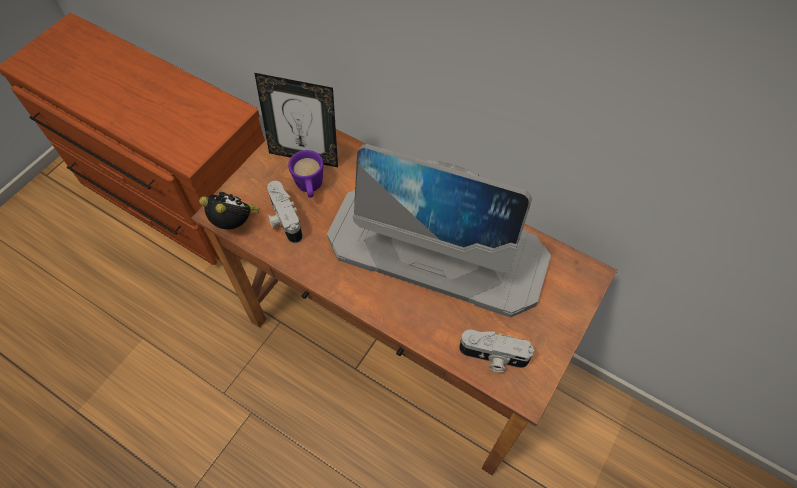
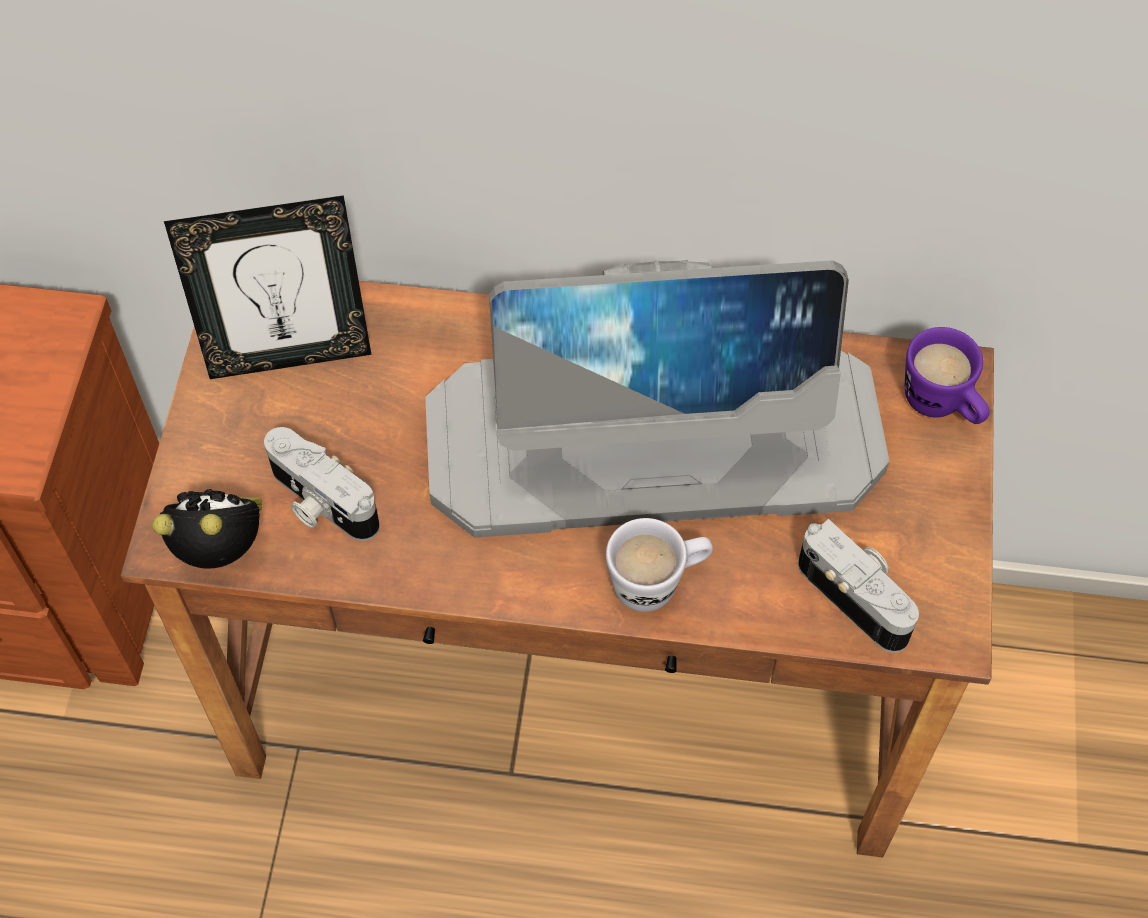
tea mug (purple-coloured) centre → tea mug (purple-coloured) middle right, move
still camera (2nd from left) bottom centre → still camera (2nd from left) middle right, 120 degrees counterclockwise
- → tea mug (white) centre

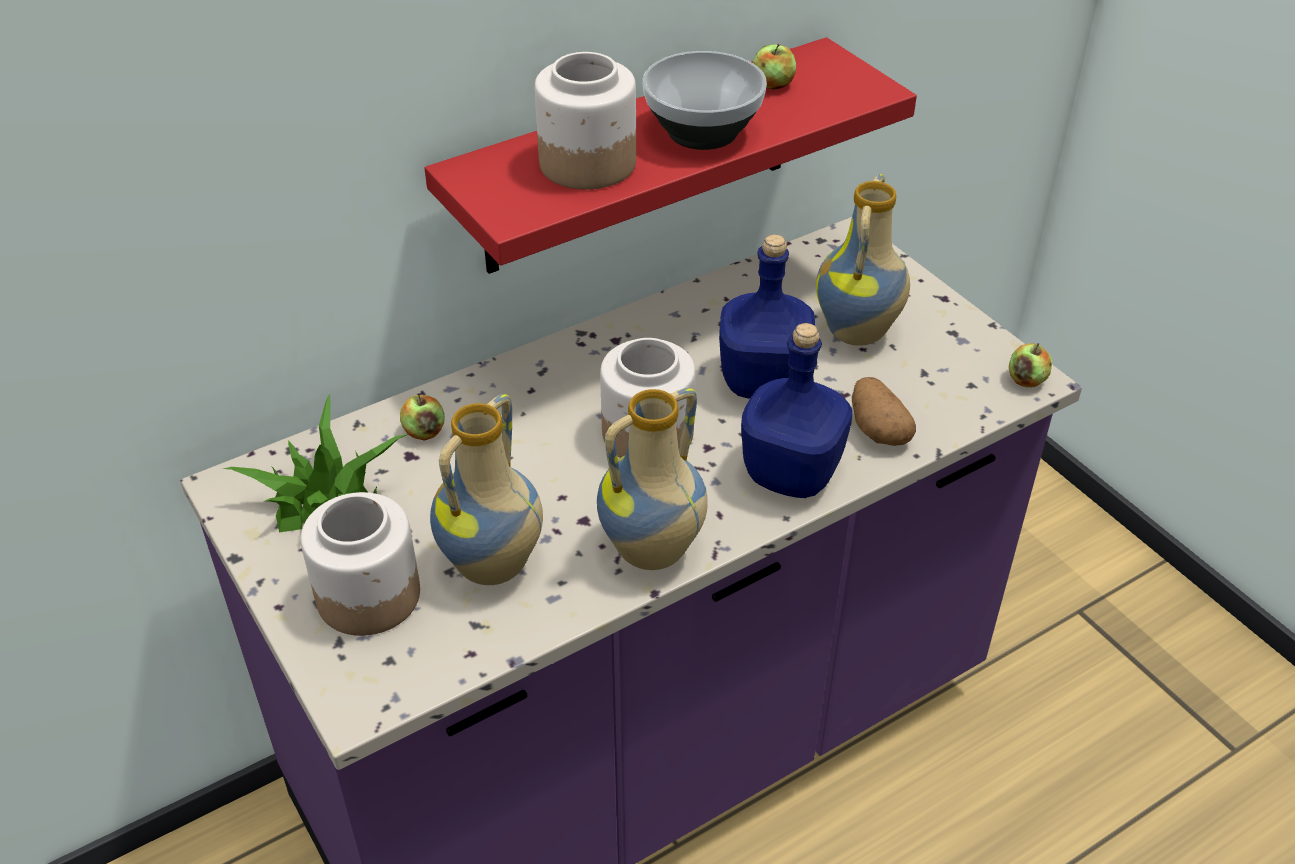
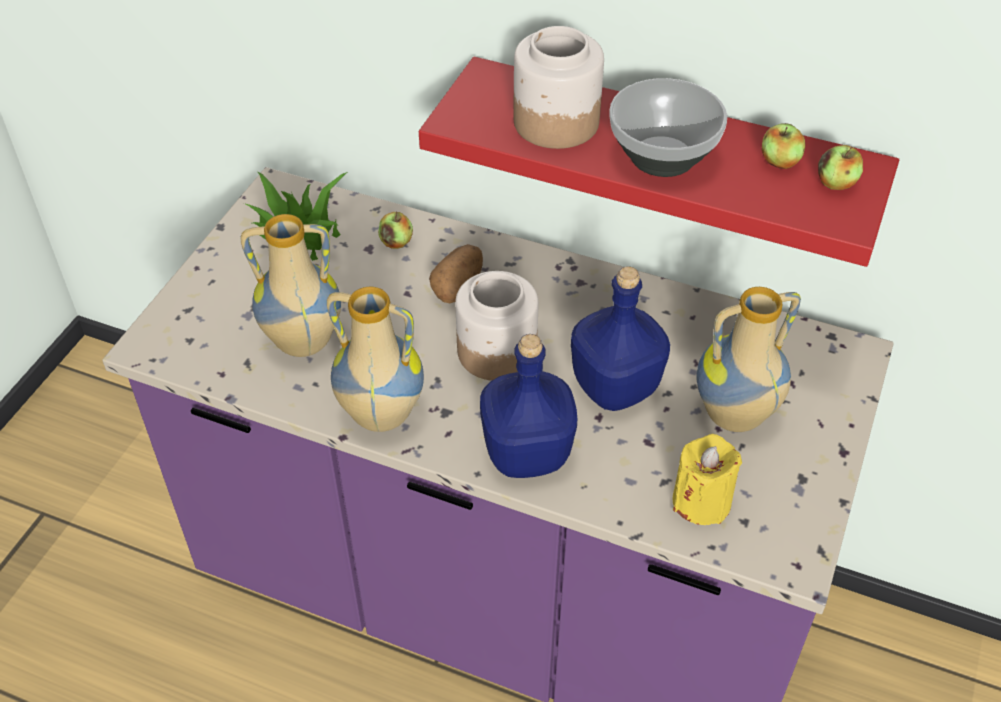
jar (1st from left) middle left → -
whole potato middle right → whole potato centre, move
whole apple (3rd from left) middle right → whole apple (3rd from left) top right, move
- → wax light (yellow-coloured) bottom right

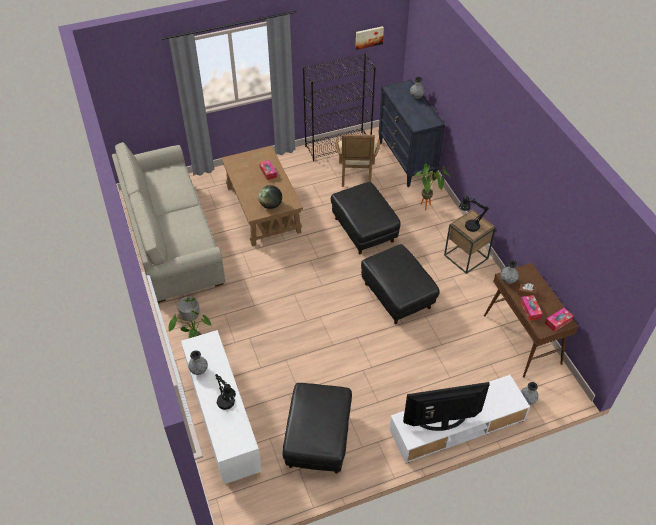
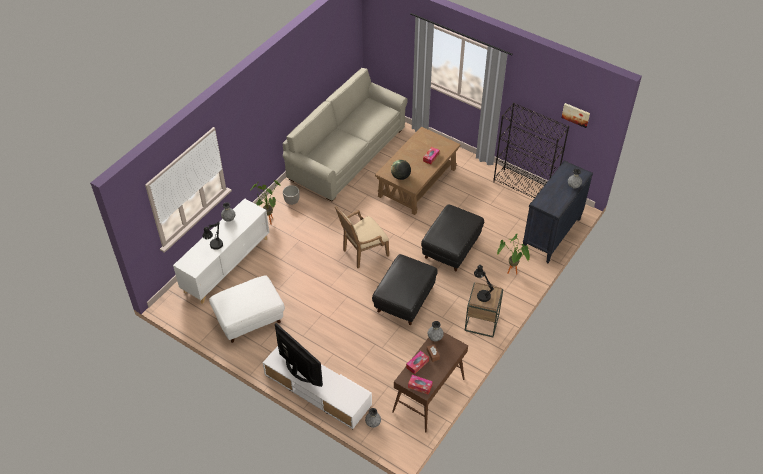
pouffe (black) (1st from left) bottom centre → pouffe (white) middle left
lounge chair (beige) top centre → lounge chair (beige) centre, move

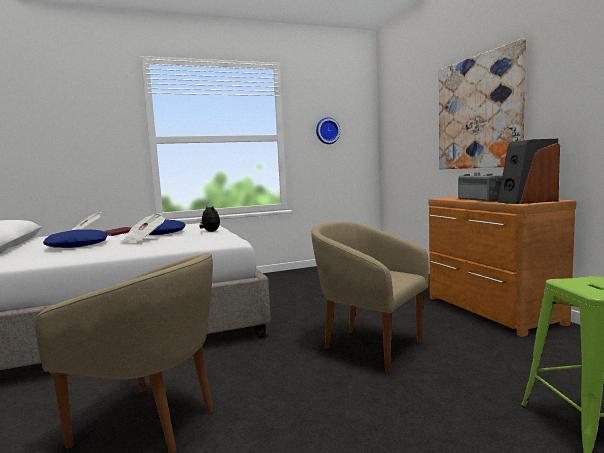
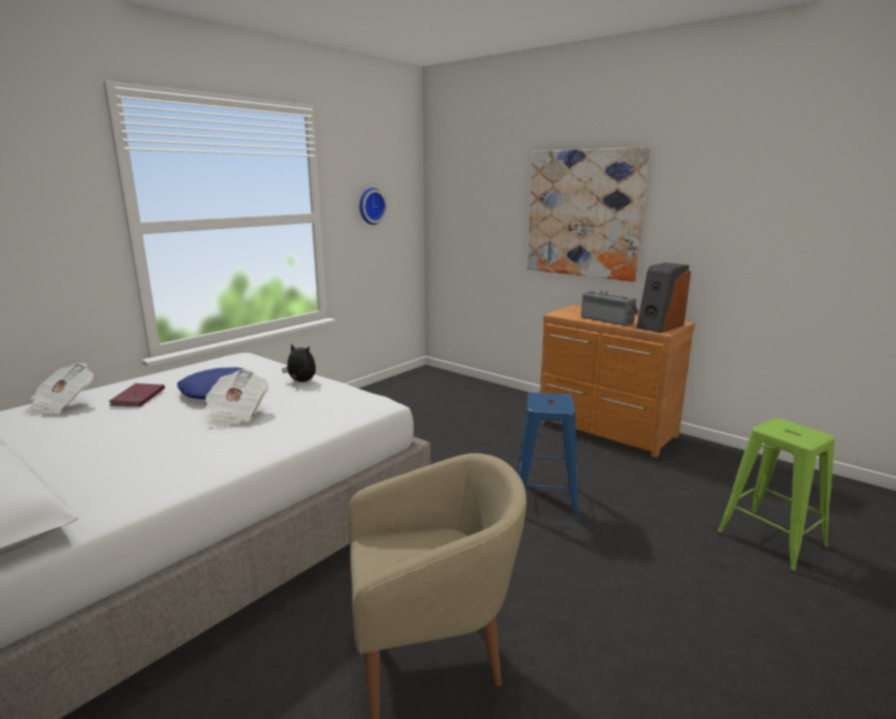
pillow (blue) (1st from left) middle left → -
lounge chair (beige) (2nd from left) centre → sitting stool (blue) centre

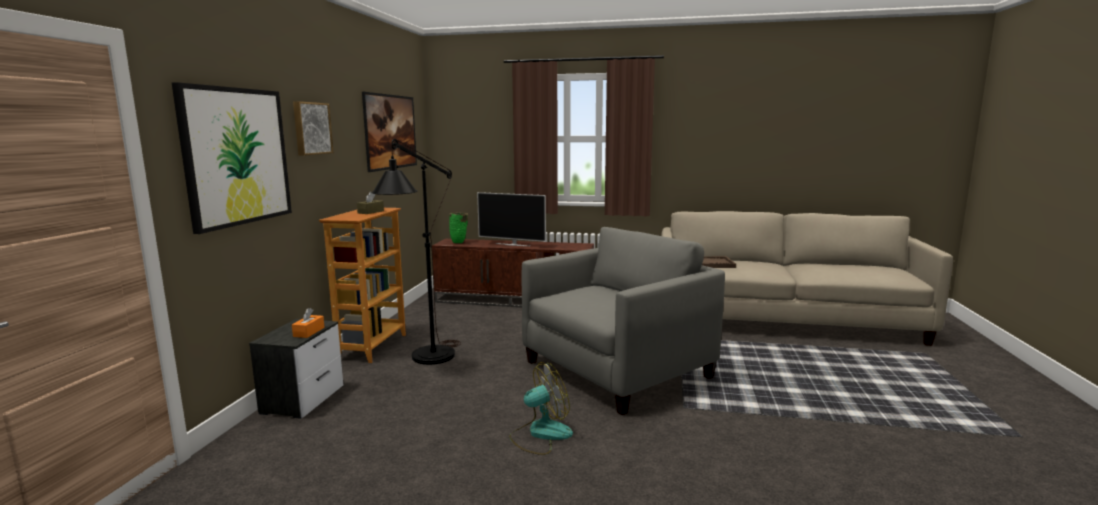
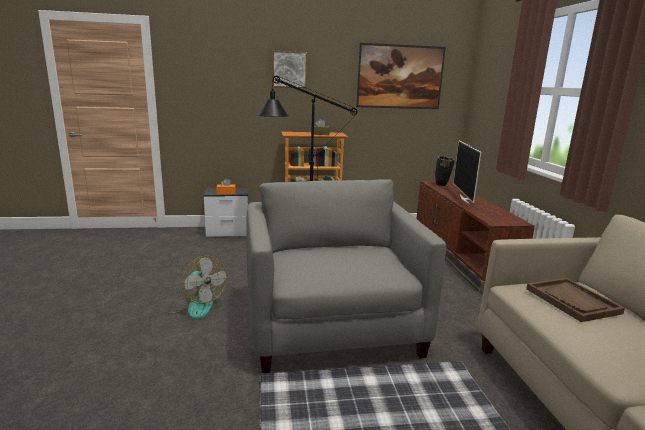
wall art (1st from left) top left → -
vase (green-coloured) centre → vase (black) middle right
lounge chair (gray) centre, 135 degrees counterclockwise

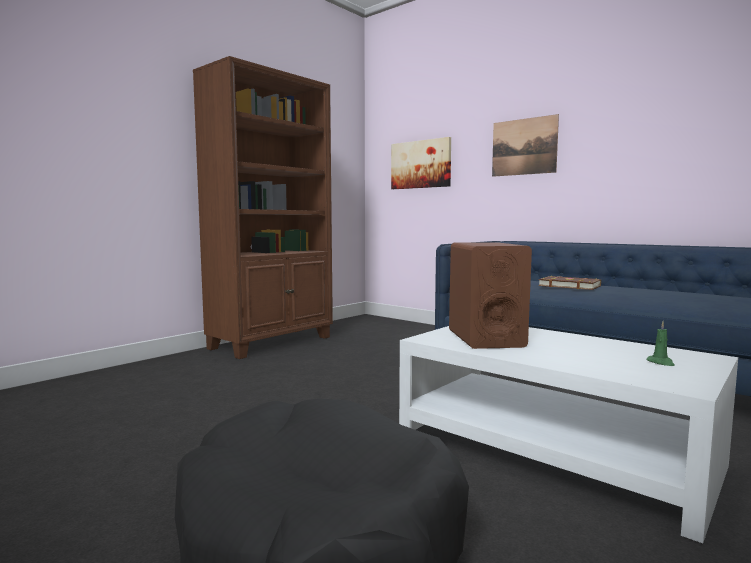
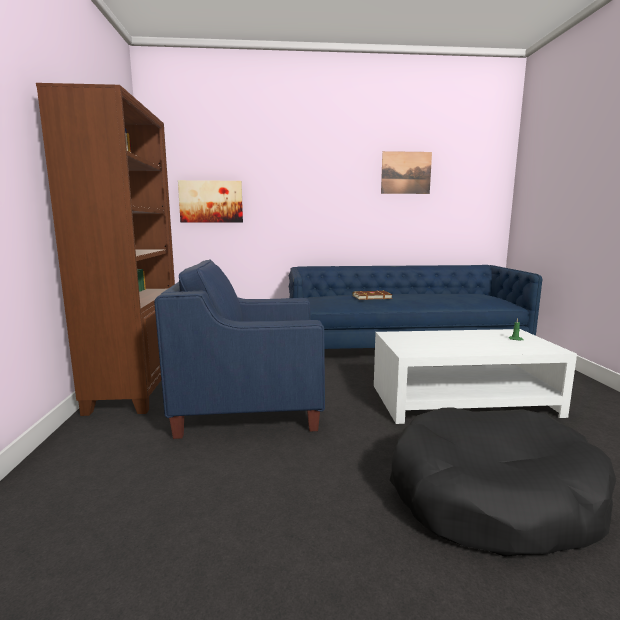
speaker (brown) centre → -
wall art (2nd from left) top right → wall art (2nd from left) top centre, move
- → lounge chair (blue) centre

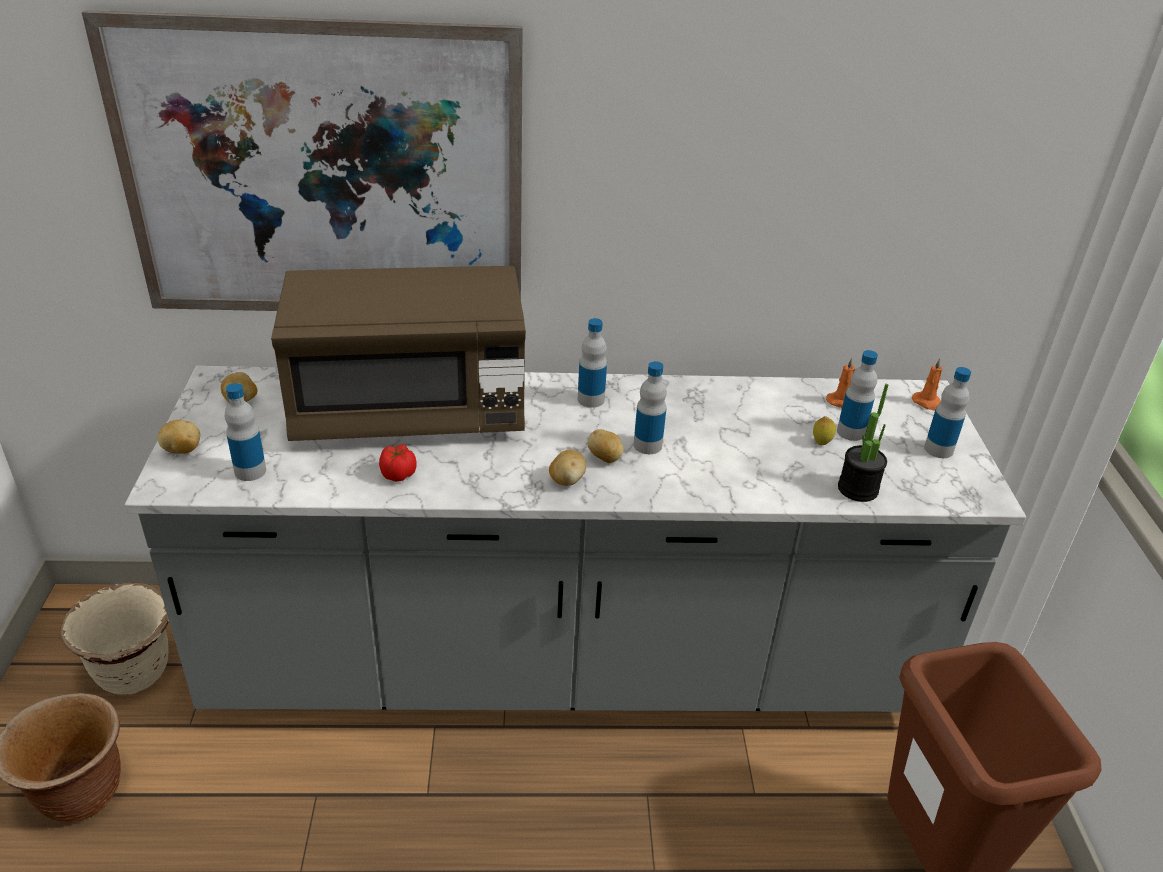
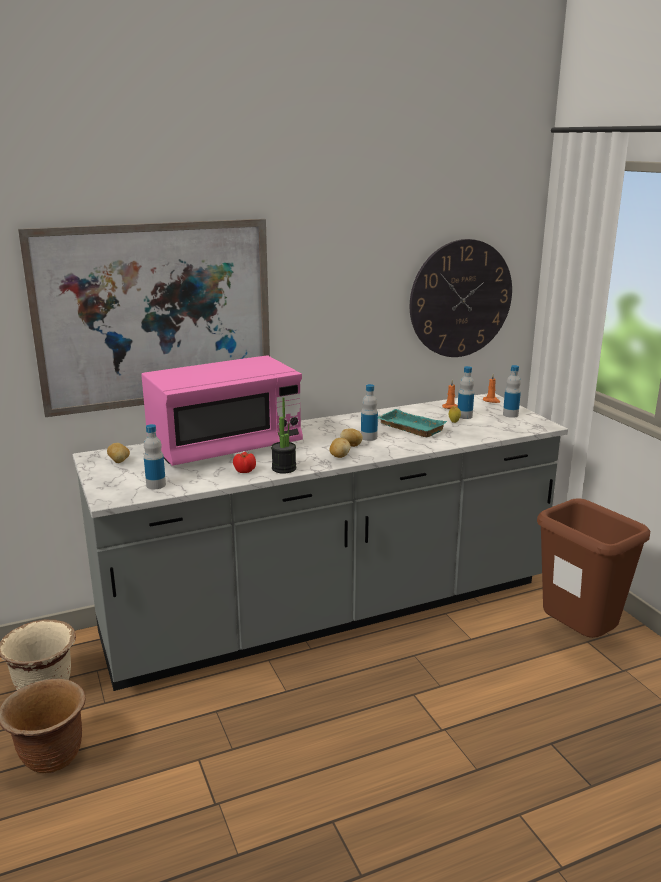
whole potato (1st from left) middle left → -
kitchen microwave (brown) centre → kitchen microwave (pinkish) centre
beverage bottle (2nd from left) centre → -
plant in a pot middle right → plant in a pot centre, move
- → tray (turquoise-coloured) centre
- → hanging clock middle right

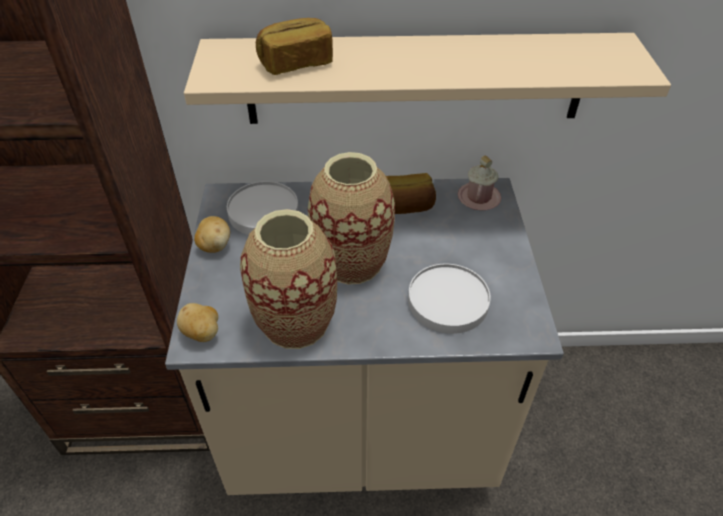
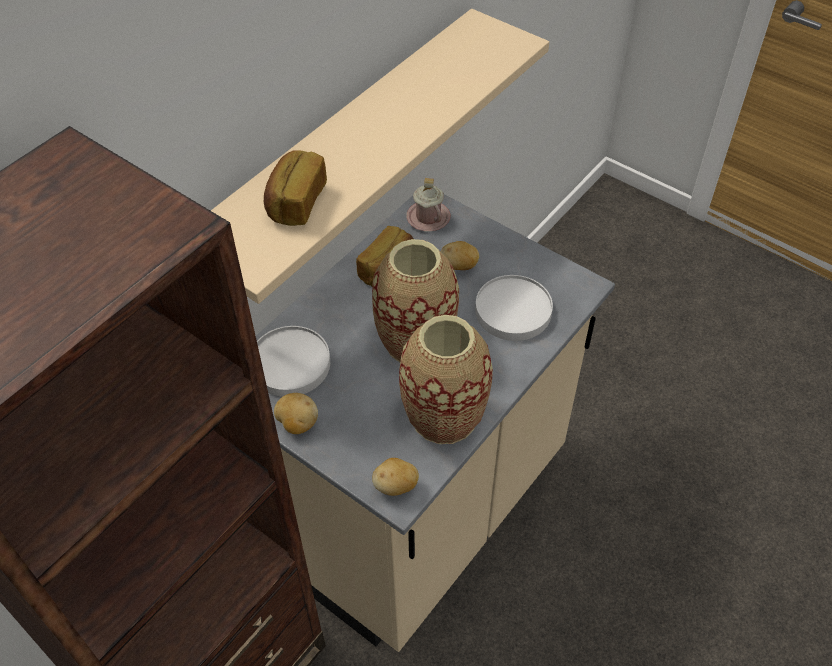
- → whole potato (3rd from left) centre

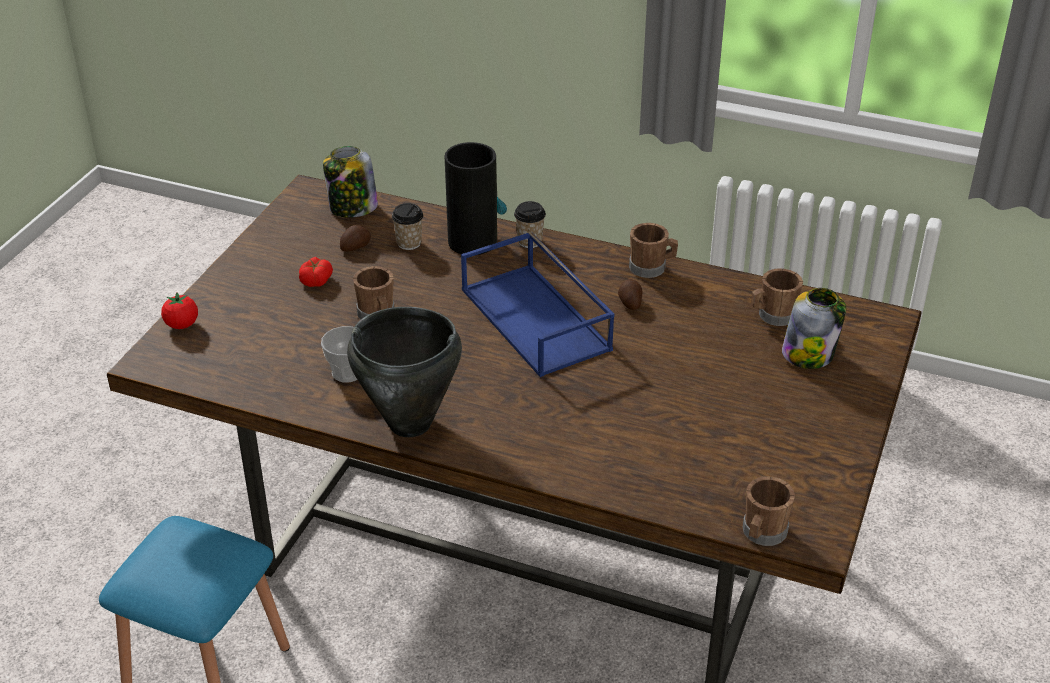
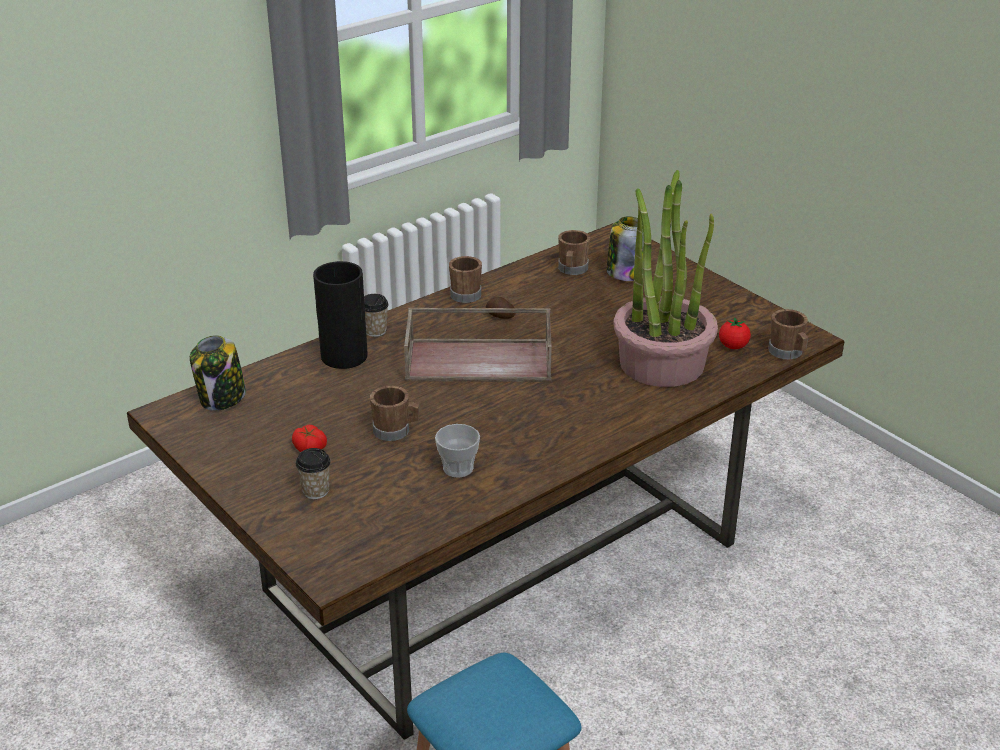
tomato (1st from left in the first image) middle left → tomato (2nd from left) middle right, move
whole potato (1st from left) centre → -
stockpot (black) centre → -
cup (2nd from left in the first image) top centre → cup (1st from left) middle left, move
tray (blue) centre → tray (brown) centre
- → plant in a pot centre

